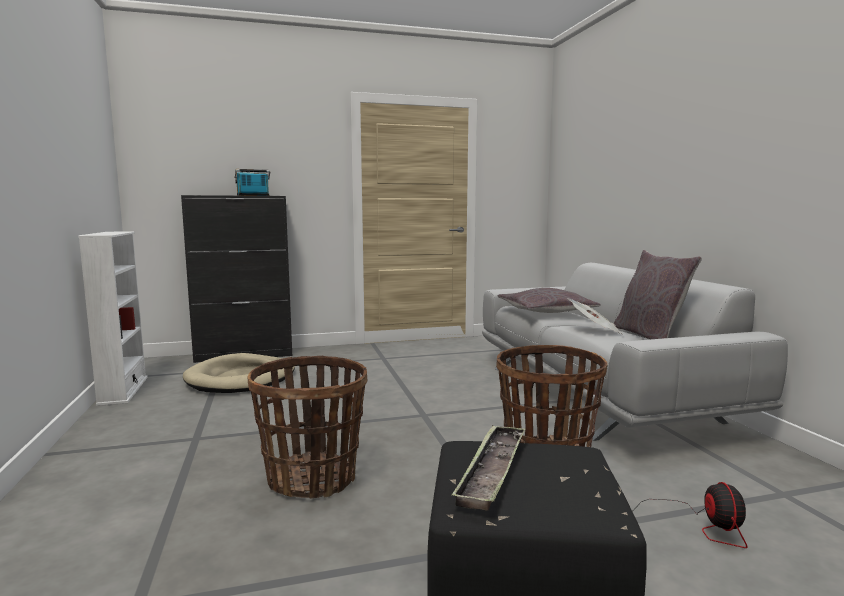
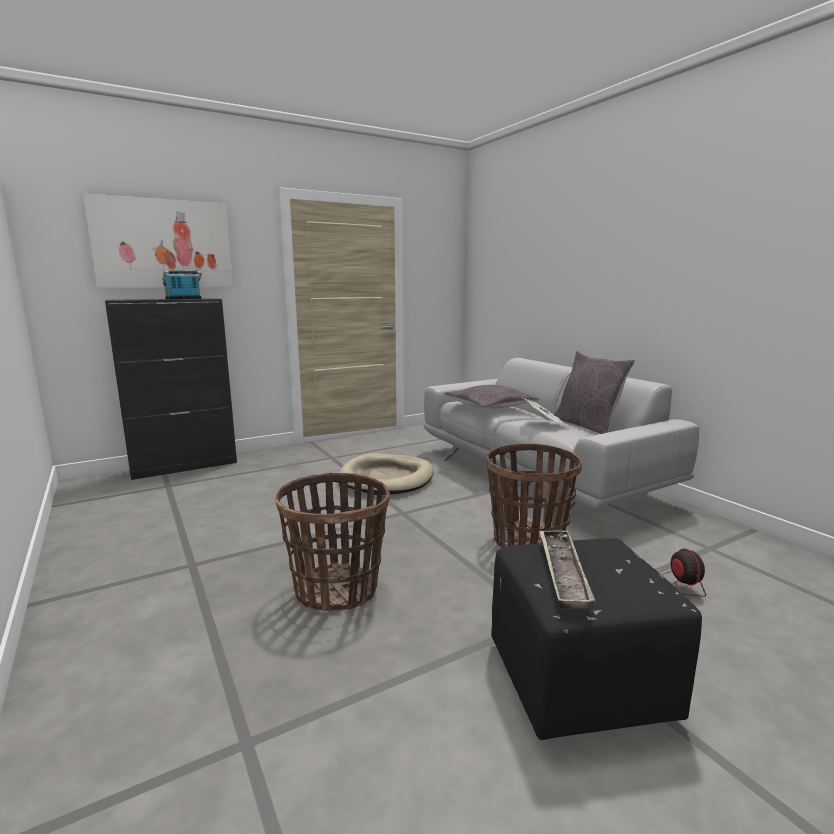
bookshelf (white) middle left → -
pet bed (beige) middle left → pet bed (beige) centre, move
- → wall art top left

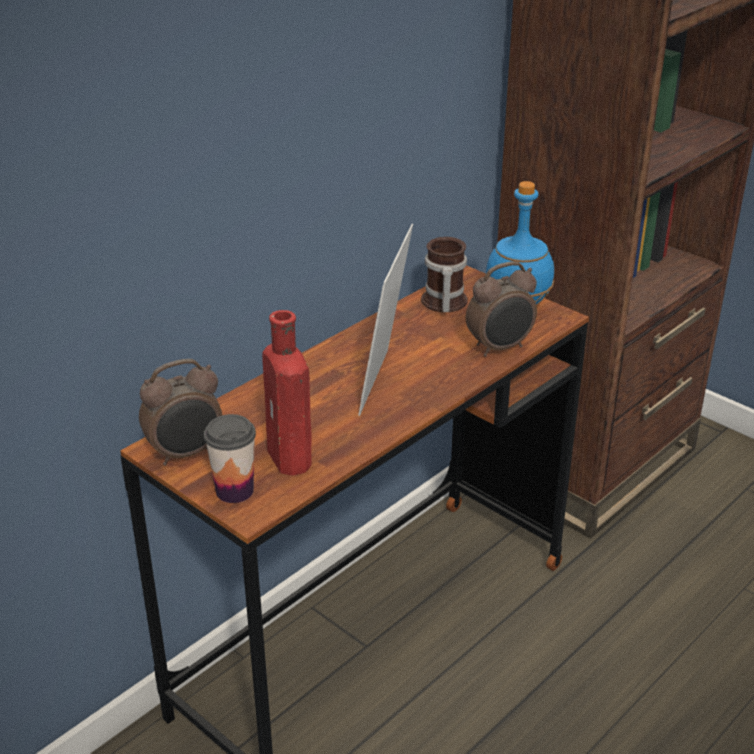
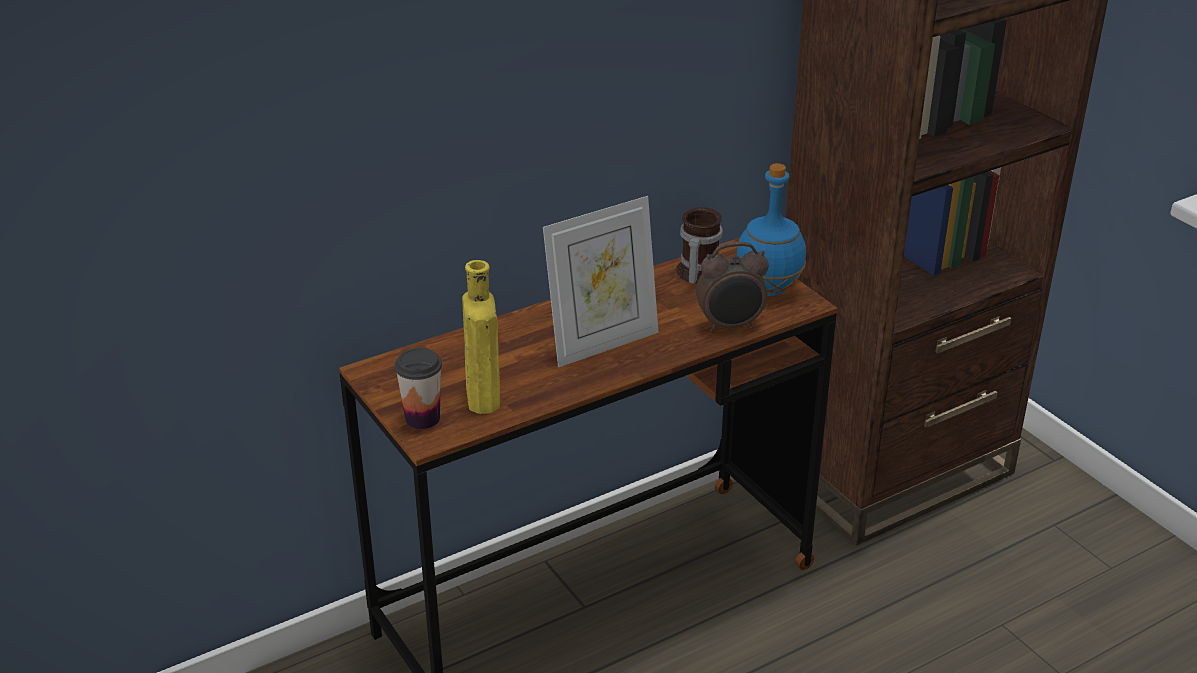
bedside clock (1st from left) middle left → -
beverage bottle (red) centre → beverage bottle (yellow-coloured) centre
photo frame centre, 150 degrees counterclockwise

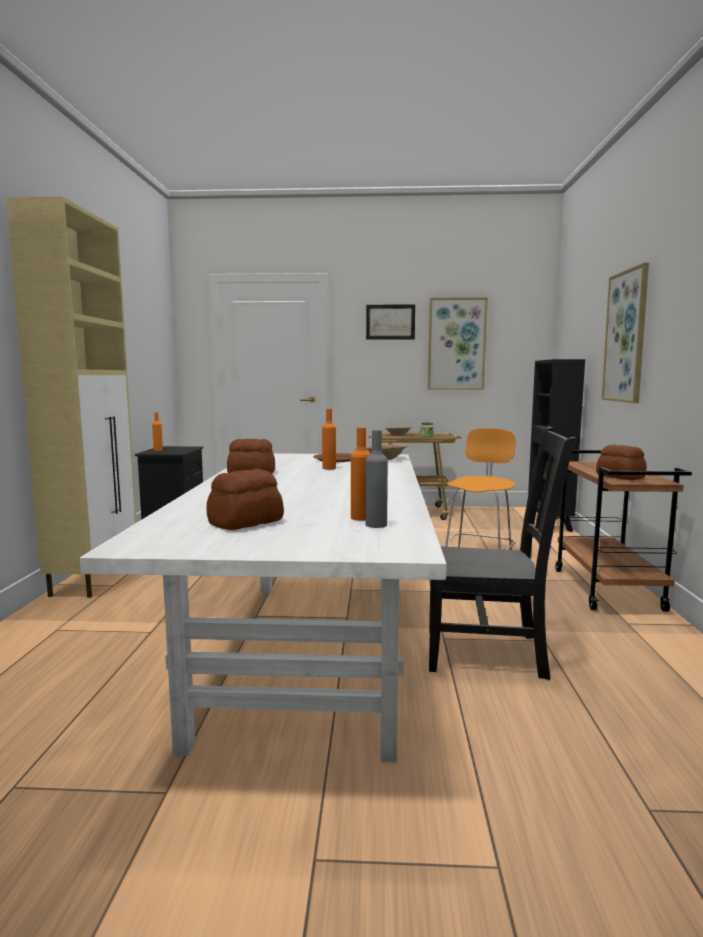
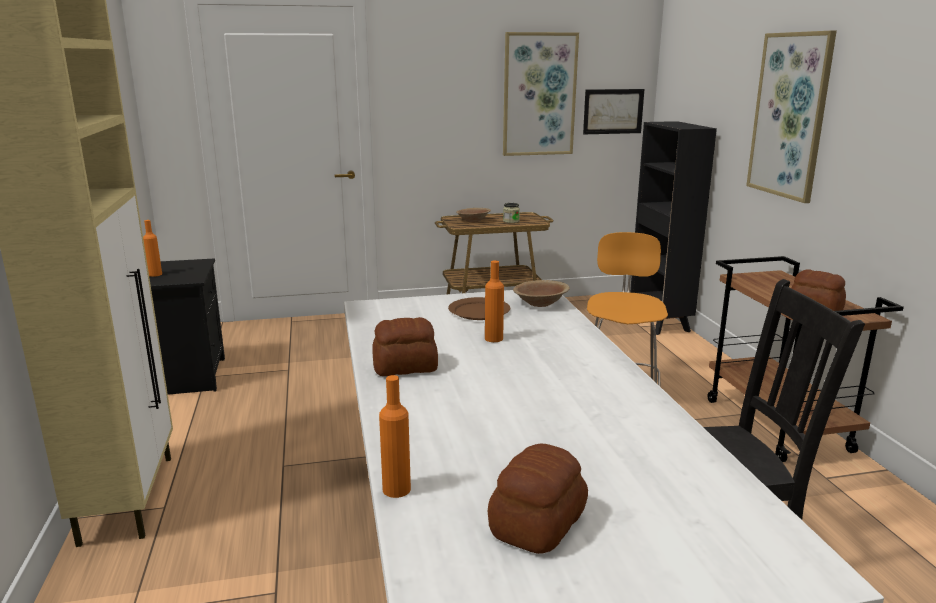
beverage bottle (orangey) (3rd from left in the first image) centre → beverage bottle (orangey) (2nd from left) bottom centre, move
beverage bottle (gray) centre → -
wall art (1st from left in the first image) centre → wall art (2nd from left) top centre, move

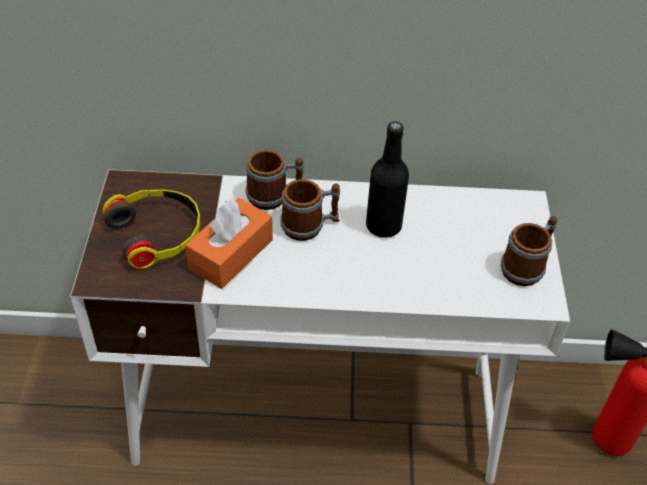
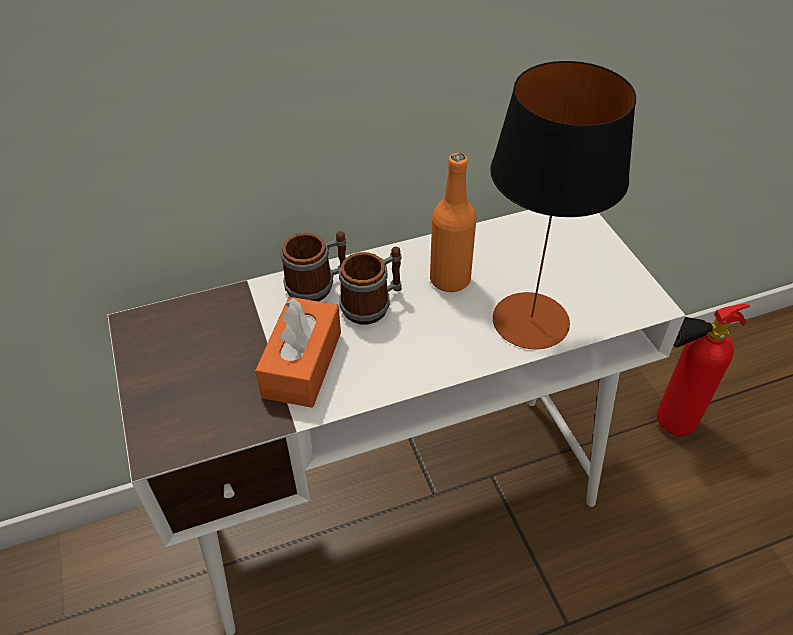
pair of headphones middle left → -
beverage bottle (black) centre → beverage bottle (orangey) centre
tea mug (3rd from left) middle right → -
- → table lamp top right

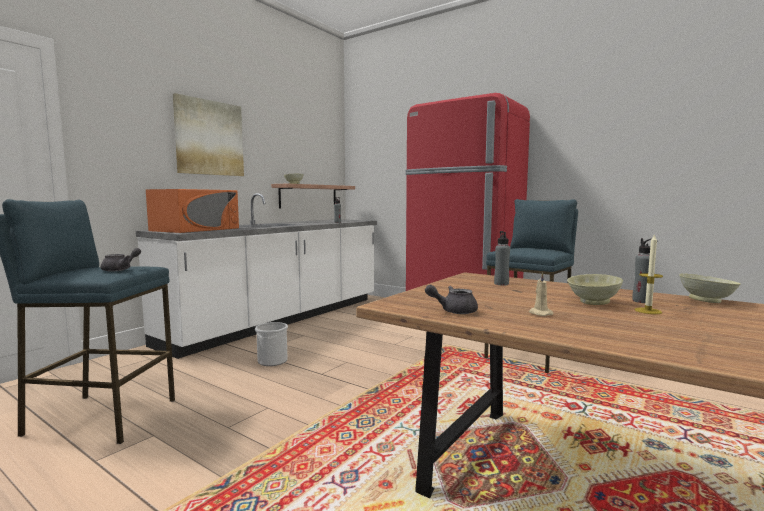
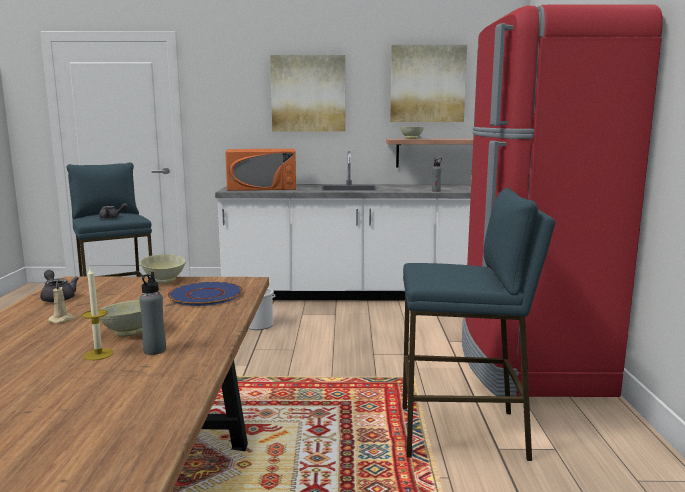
beverage bottle (gray) (2nd from left) centre → flat dish (blue) middle left
serving bowl (beige) (3rd from left in the first image) middle right → serving bowl (beige) (2nd from left) middle left, move
- → wall art (2nd from left) top centre

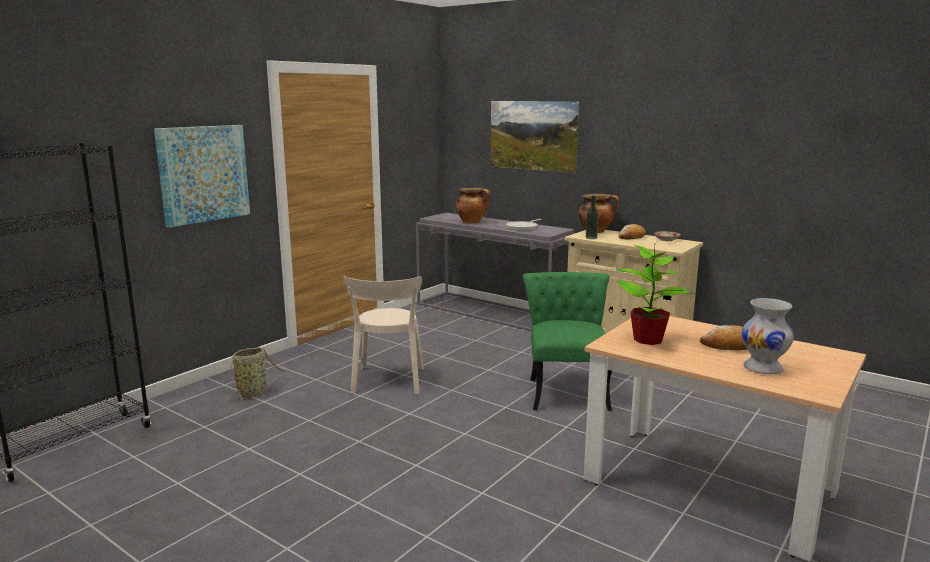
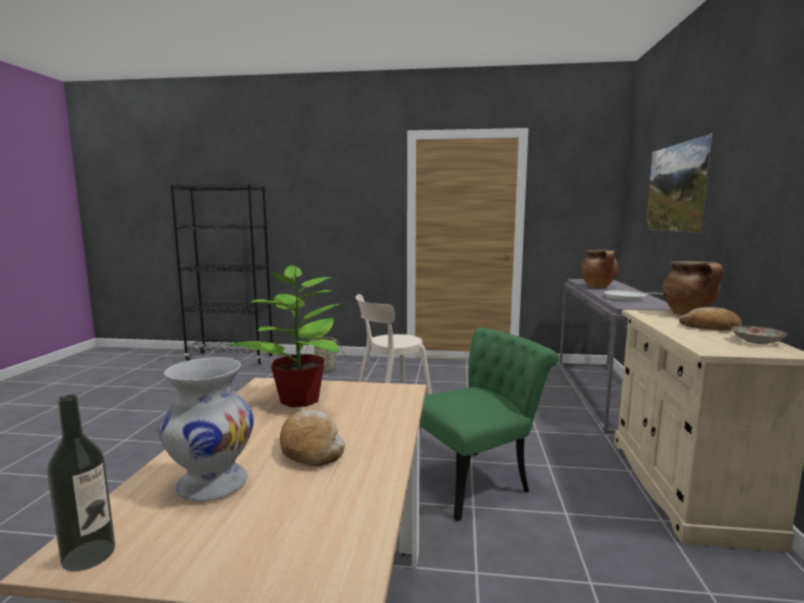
wall art (1st from left) top left → -
beverage bottle centre → beverage bottle bottom left, move

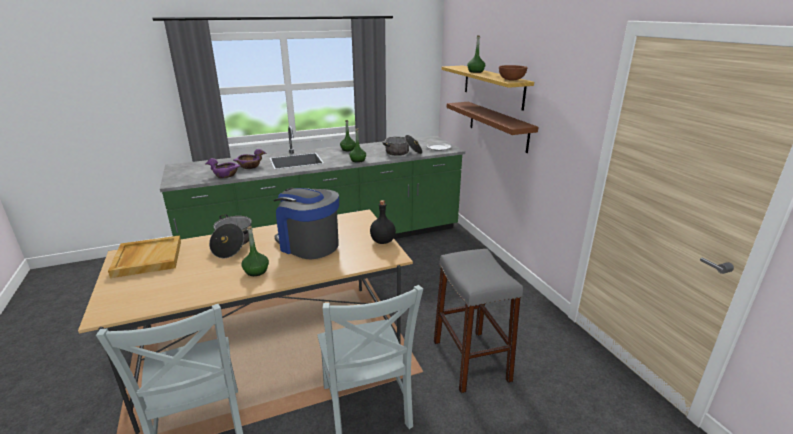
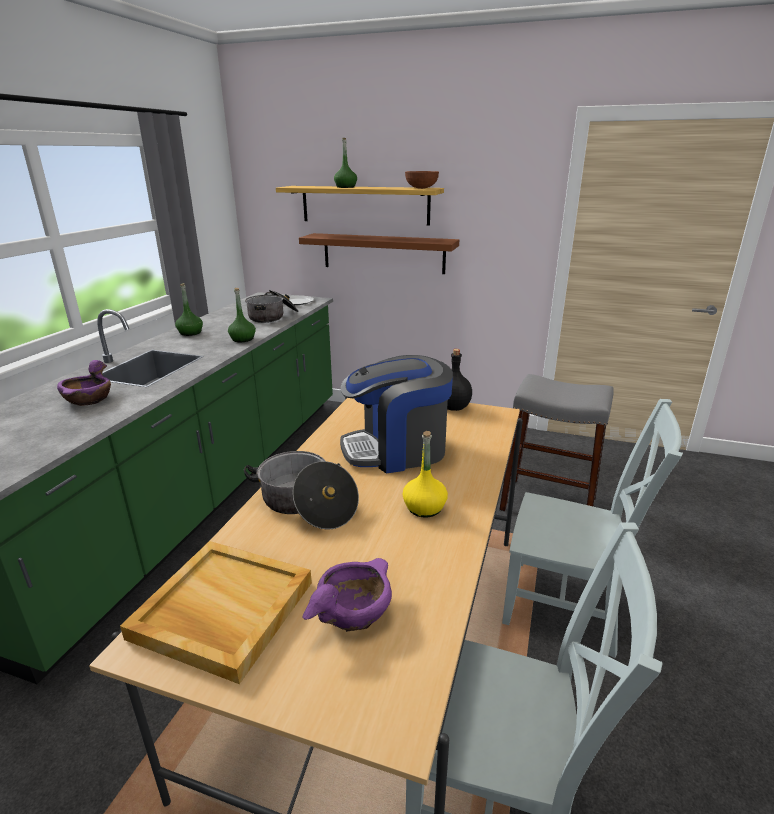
serving bowl (purple-coloured) (1st from left in the first image) middle left → serving bowl (purple-coloured) (2nd from left) bottom centre, move
beverage bottle (green-coloured) (1st from left) middle left → beverage bottle (yellow-coloured) centre

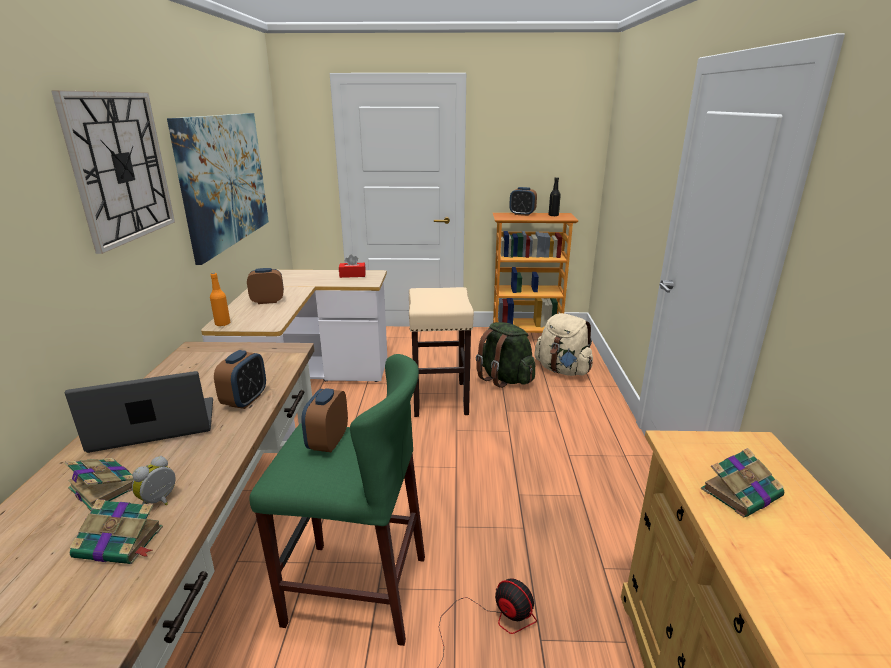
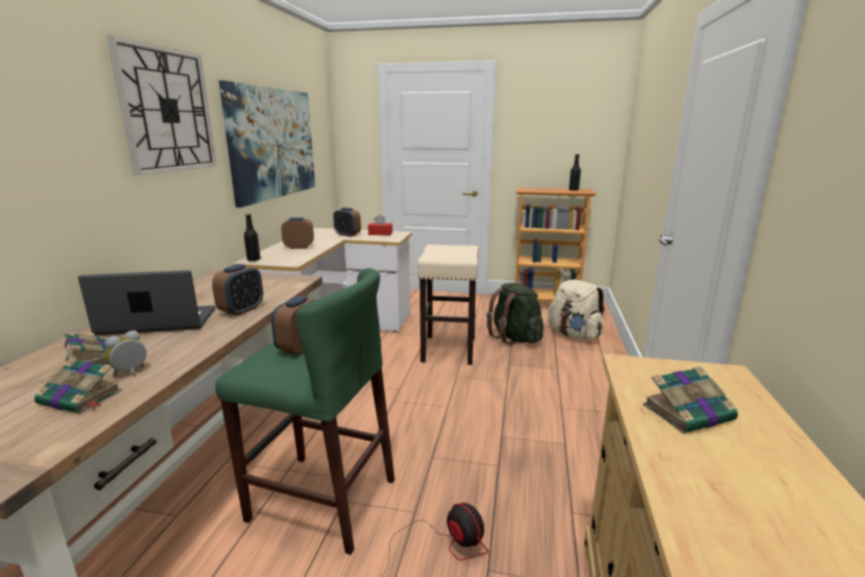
beverage bottle (orangey) middle left → beverage bottle (black) (1st from left) middle left
bedside clock (5th from left) top centre → bedside clock (5th from left) centre, move

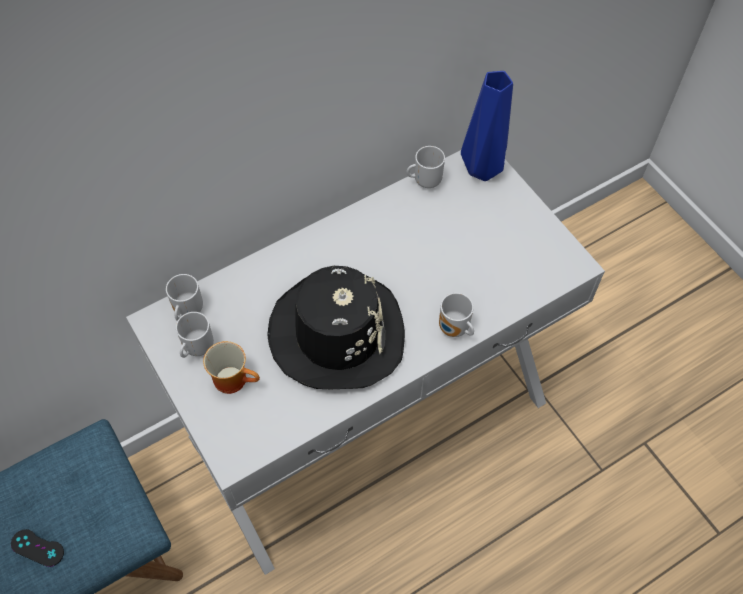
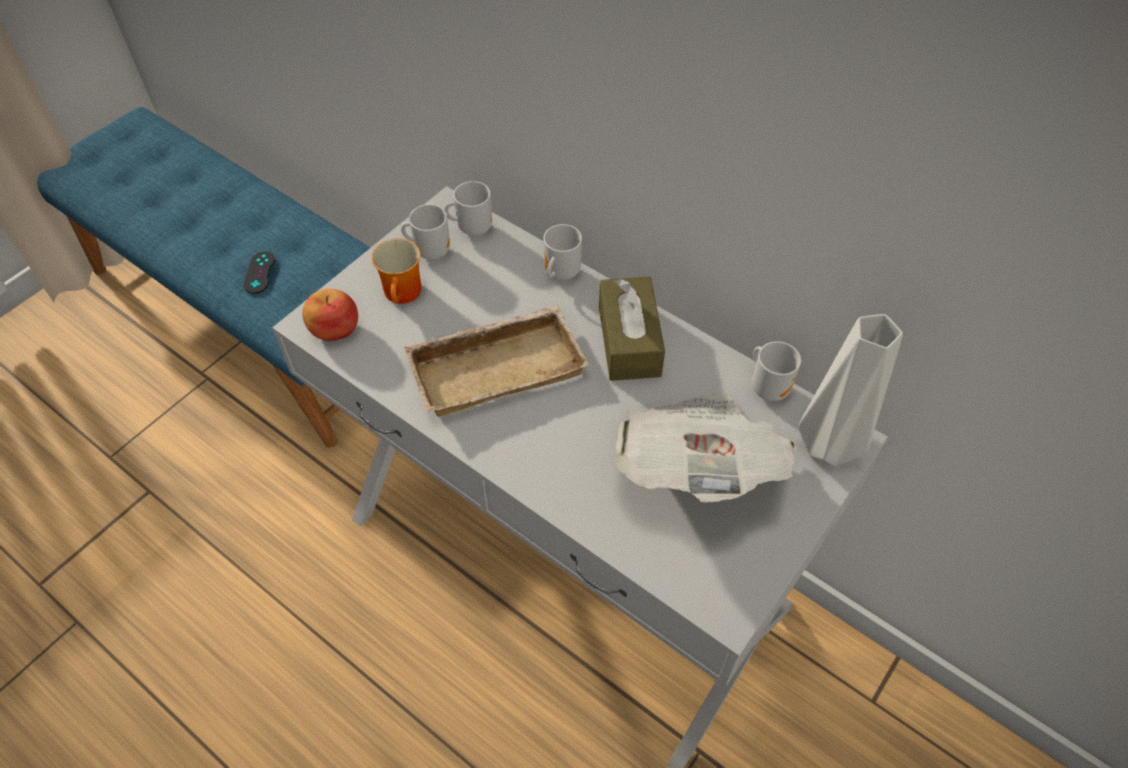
wearable hat (black) centre → tray (beige) centre
tea mug (5th from left in the first image) centre → tea mug (4th from left) top centre, move
vase (blue) top centre → vase (gray) middle right
- → whole apple middle left
- → tissue holder (brown) centre
- → newspaper centre

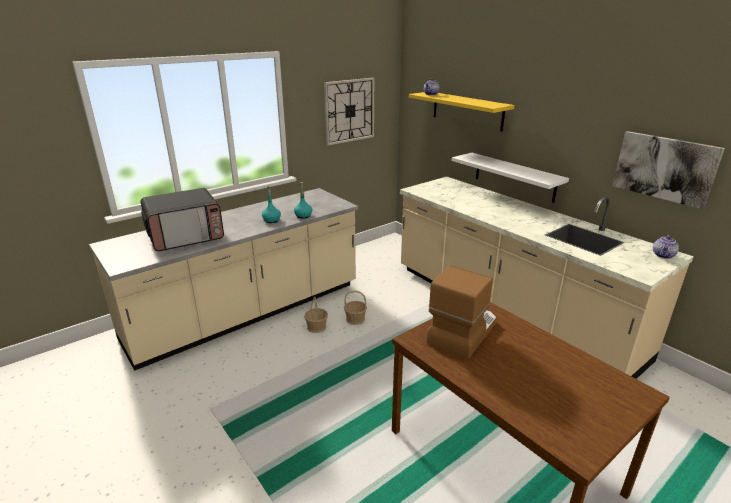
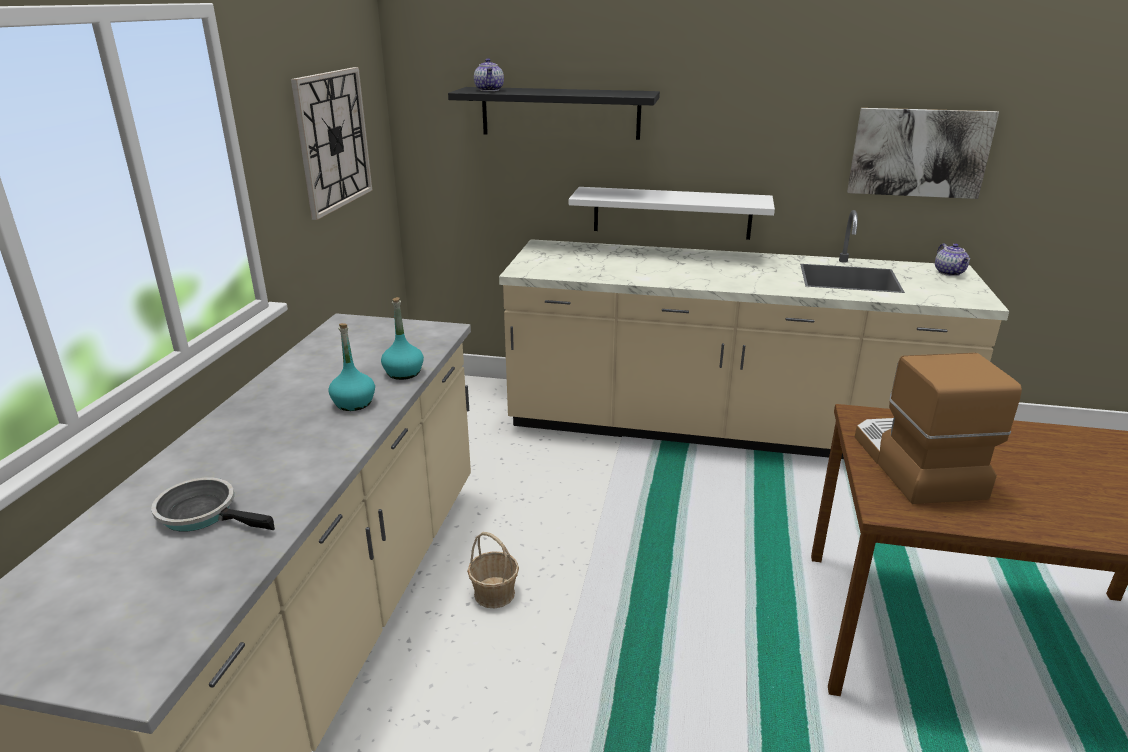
kitchen microwave middle left → frying pan bottom left
household basket (2nd from left) centre → -
bracket shelf (yellow-coloured) top centre → bracket shelf (black) top centre

